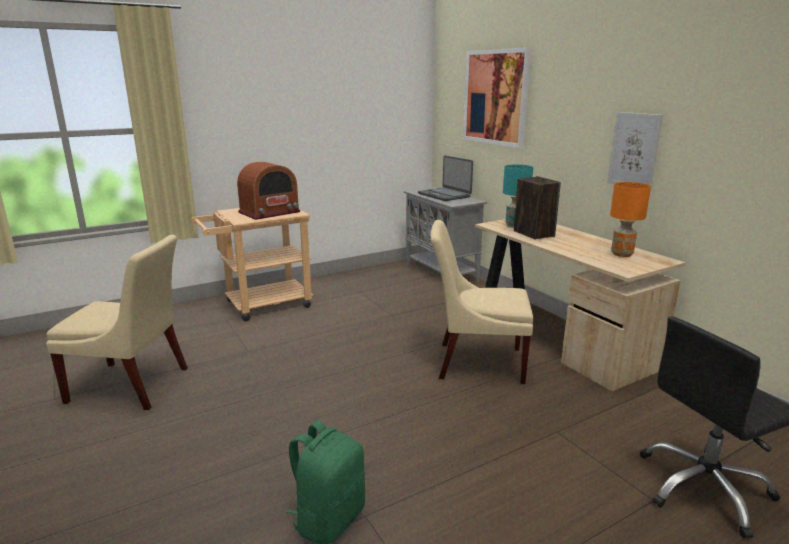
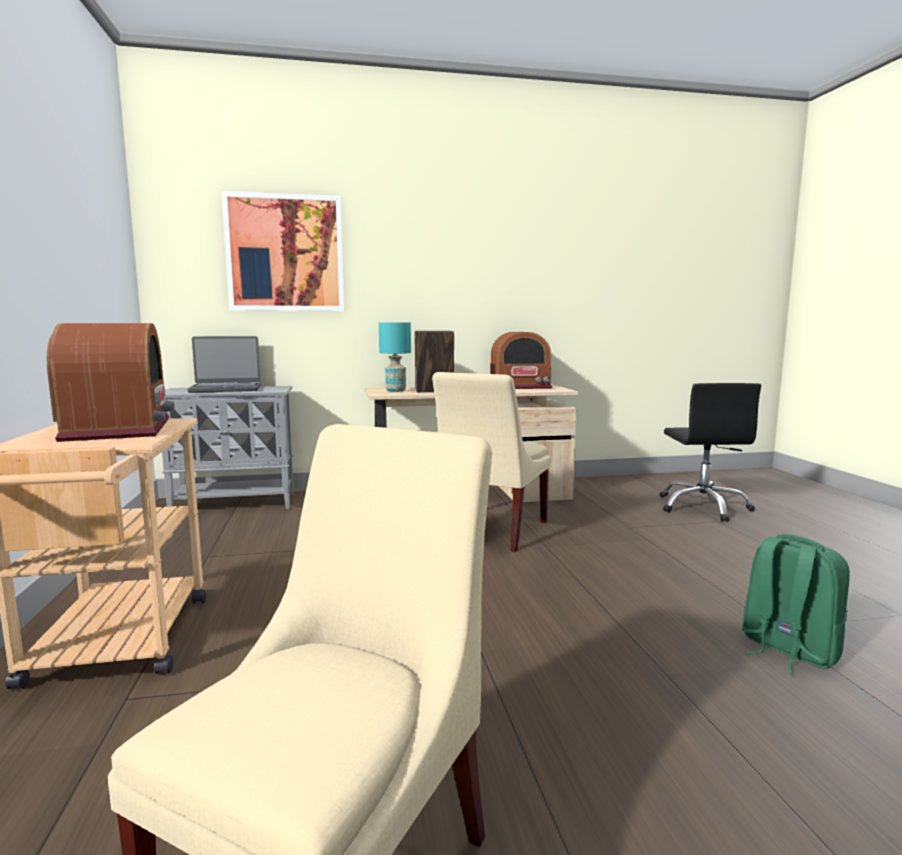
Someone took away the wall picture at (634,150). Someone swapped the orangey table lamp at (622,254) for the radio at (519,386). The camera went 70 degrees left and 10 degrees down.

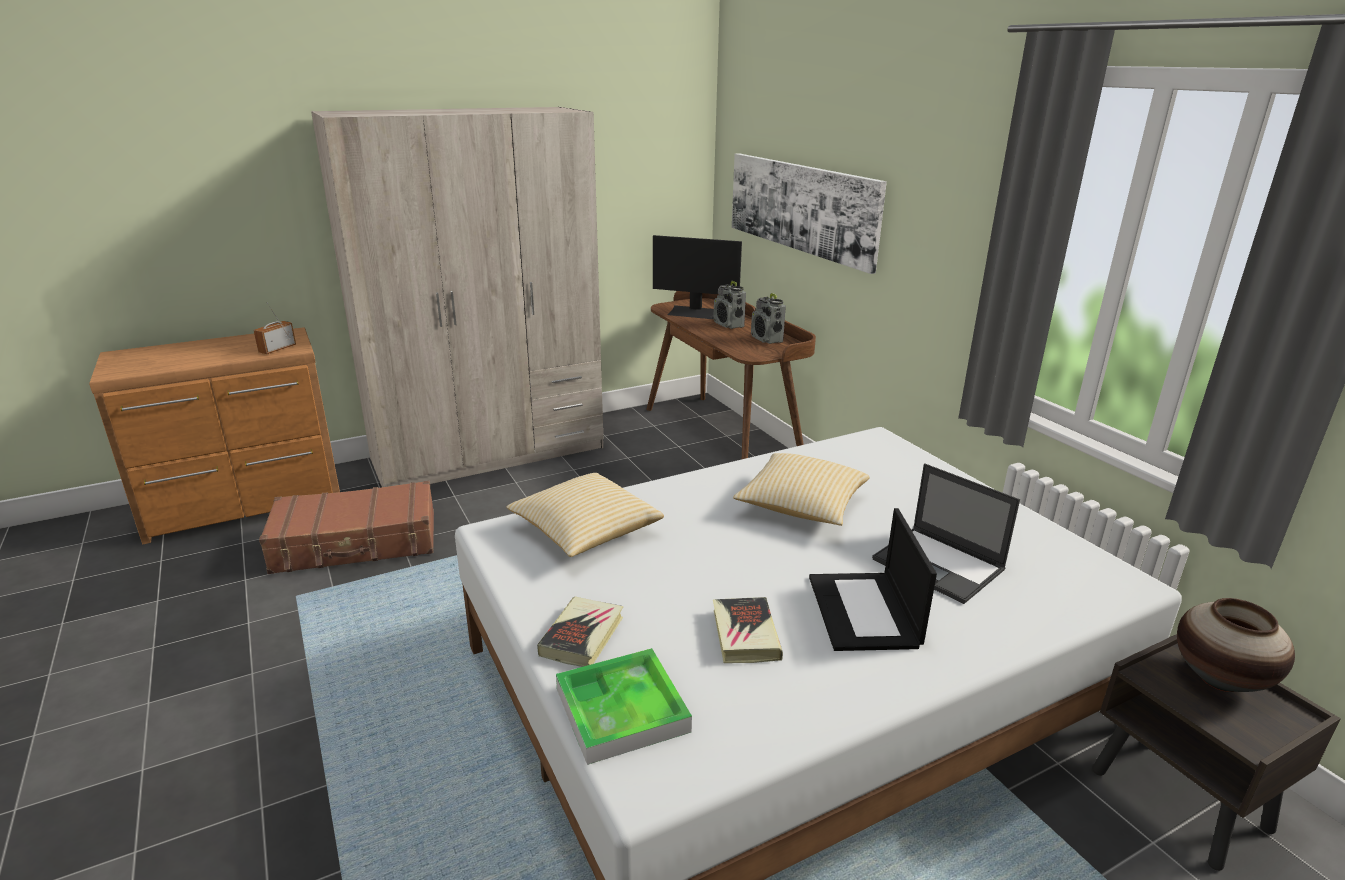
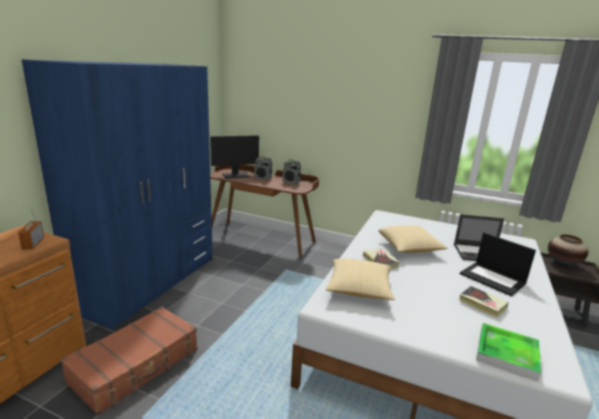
Someone repainted the sand-coloured wardrobe at (489,453), which became the blue-coloured wardrobe at (150,282). Someone took away the wall picture at (801,207). Someone carried the bound book from (582,636) to (380,261). The camera went 40 degrees left and 5 degrees down.

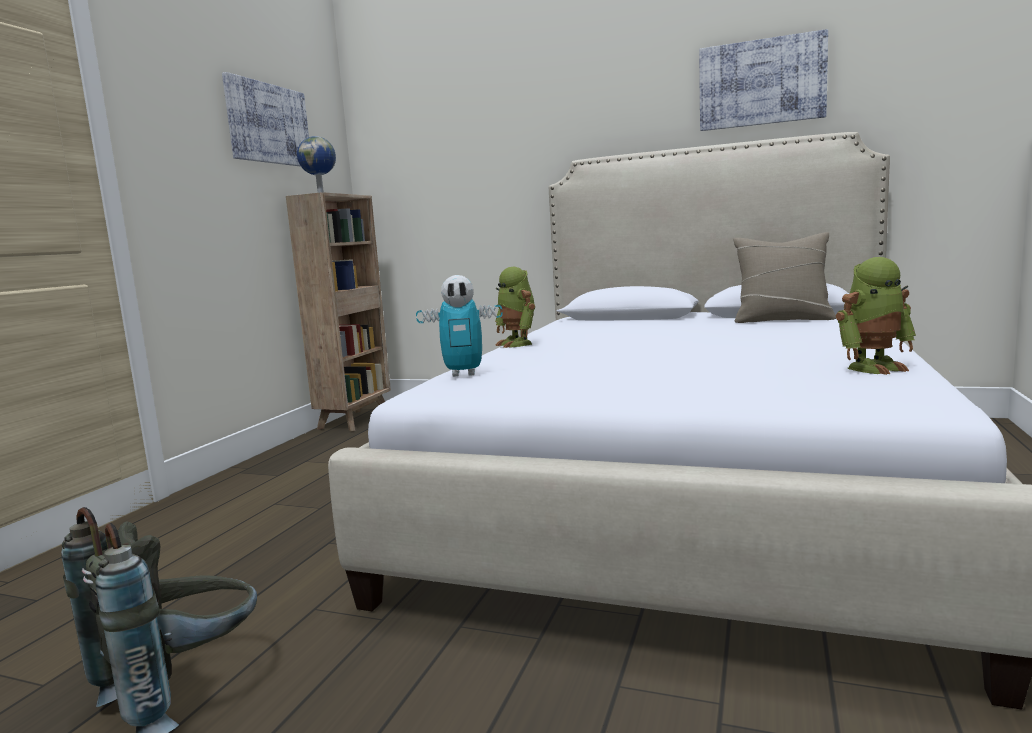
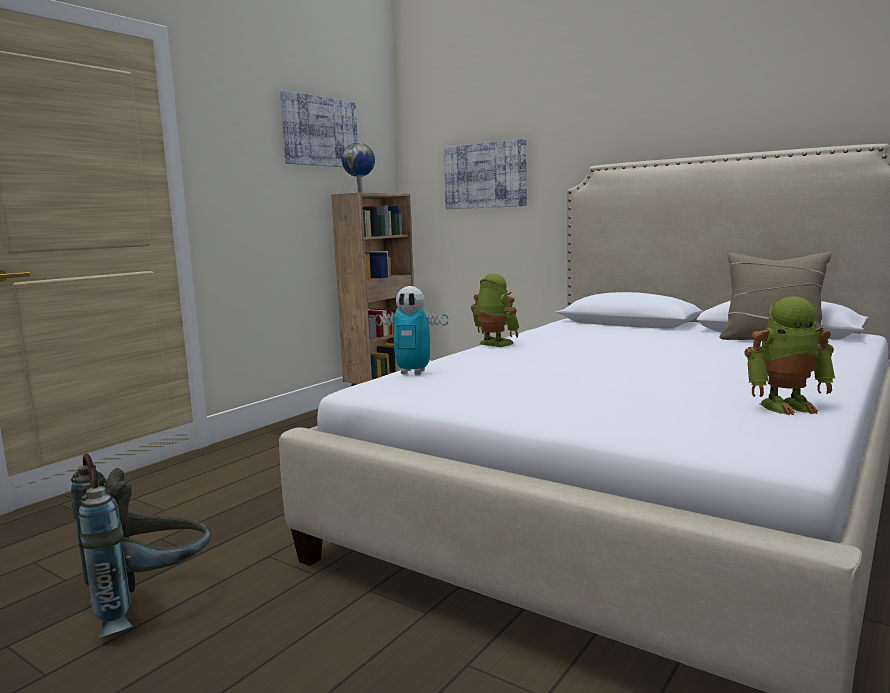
Someone carried the wall picture from (761,83) to (485,175). Someone rotated the robot figure at (518,344) by 150 degrees clockwise. The camera went 15 degrees right and 0 degrees up.

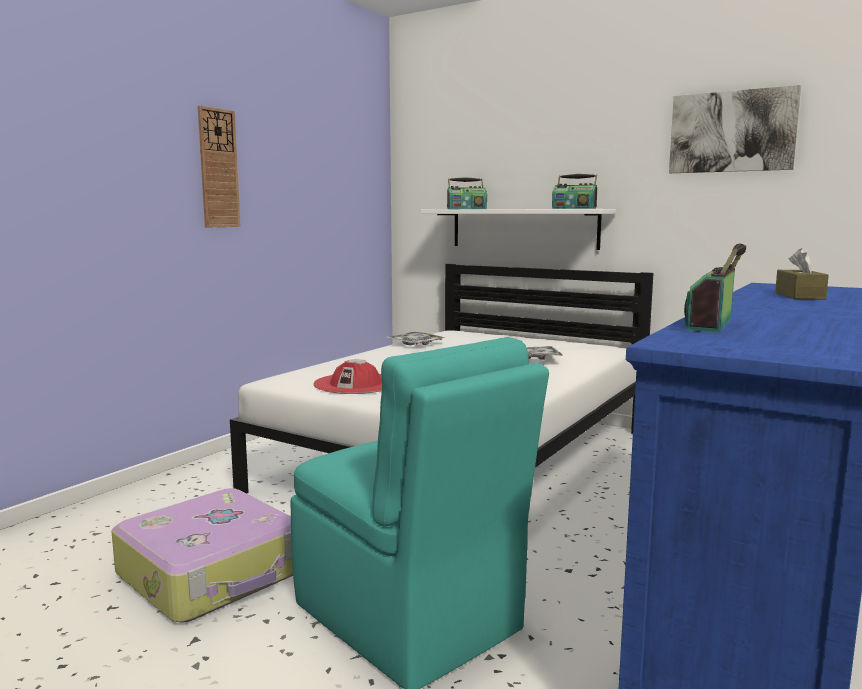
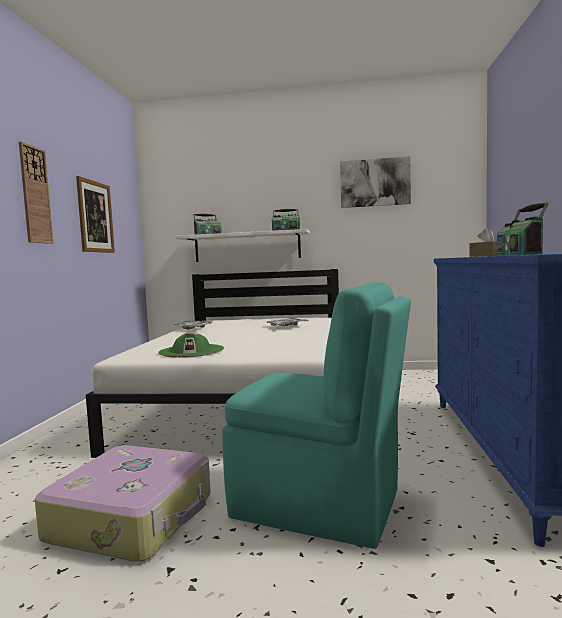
Someone repainted the red wearable hat at (356,384), which became the green-coloured wearable hat at (191,351). Someone put up the wall picture at (95,217). The camera went 25 degrees left and 5 degrees down.

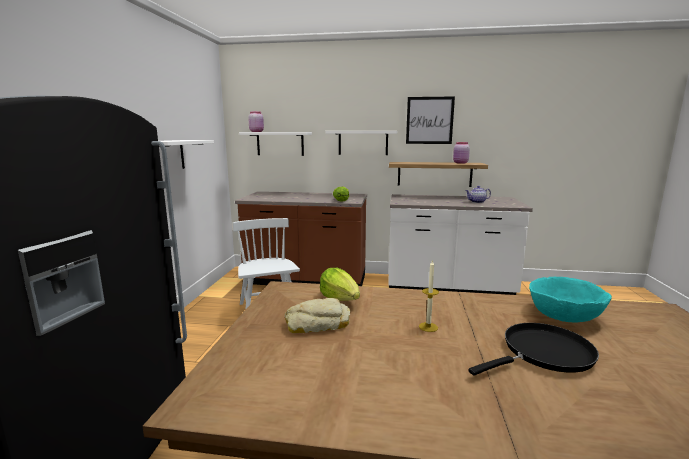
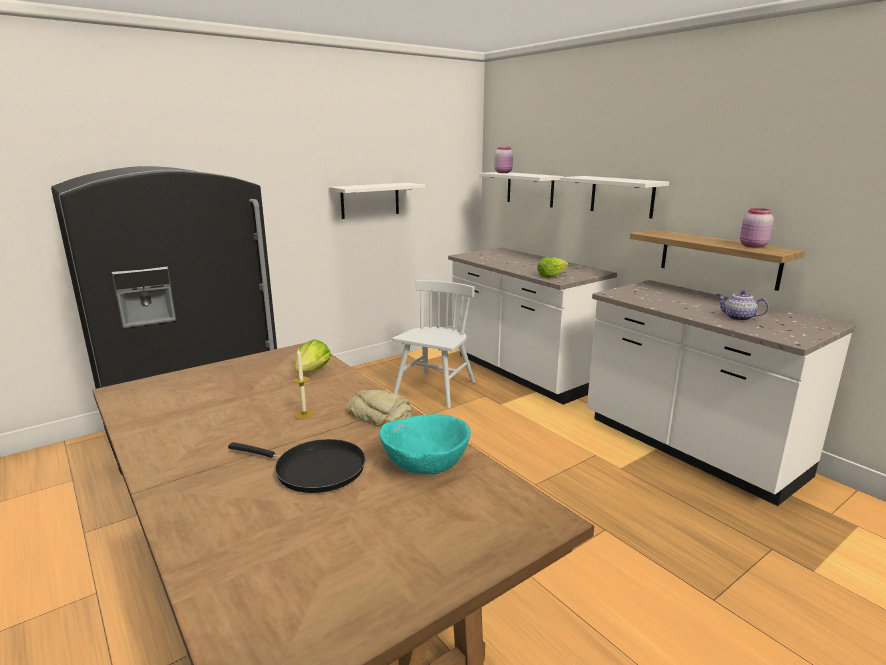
Someone took away the wall picture at (429,120). Someone repainted the brownish counter at (306,281), which became the whitish counter at (521,372). Someone carried the bread from (317,323) to (380,415). The camera went 45 degrees right and 5 degrees up.

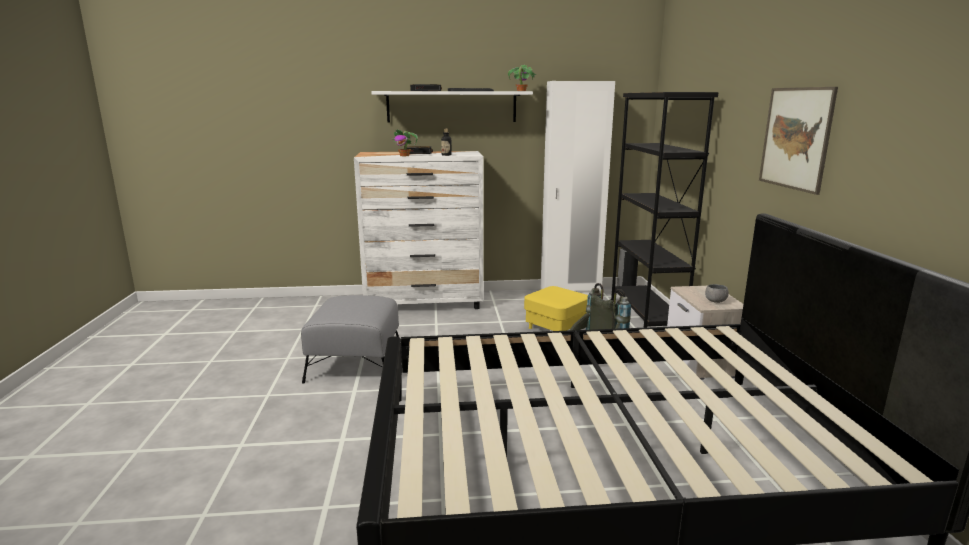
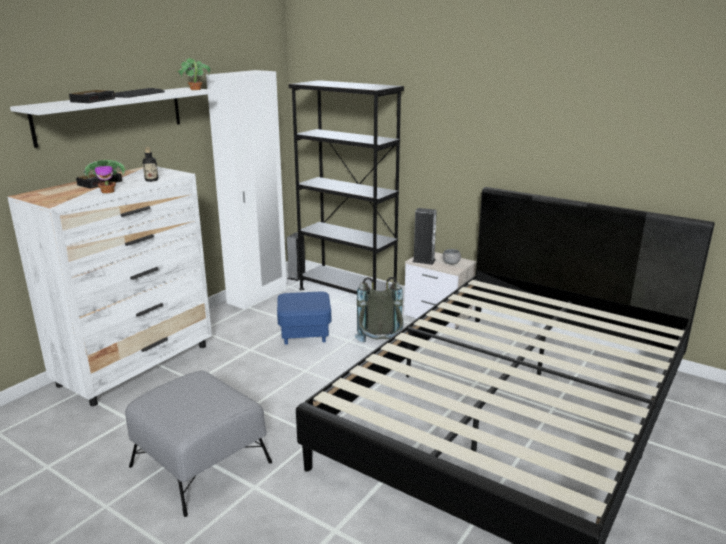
Someone took away the wall picture at (795,138). Someone repainted the yellow ottoman at (555,328), which became the blue-coloured ottoman at (305,333). Someone put down the speaker at (423,261). The camera went 50 degrees left and 5 degrees up.

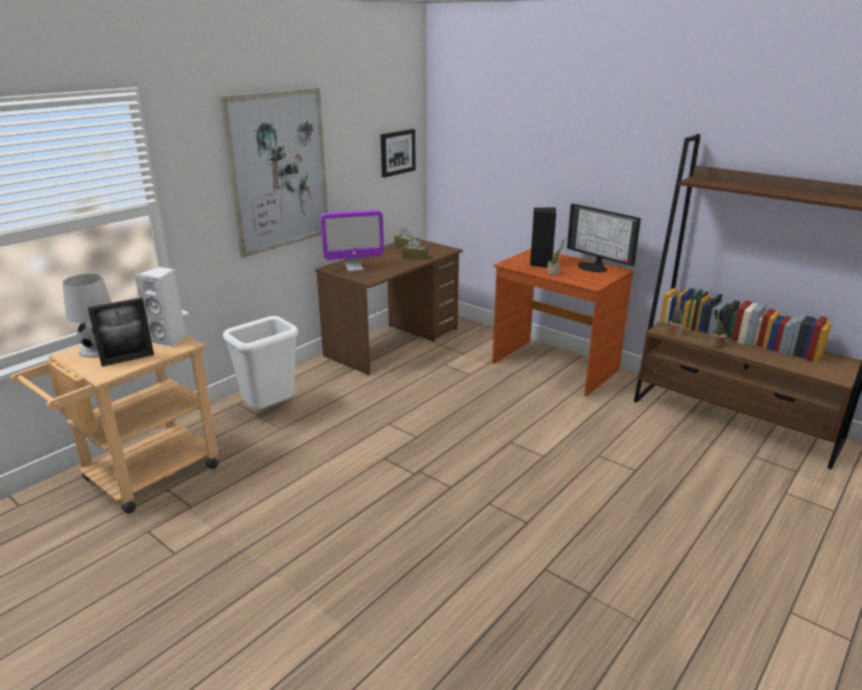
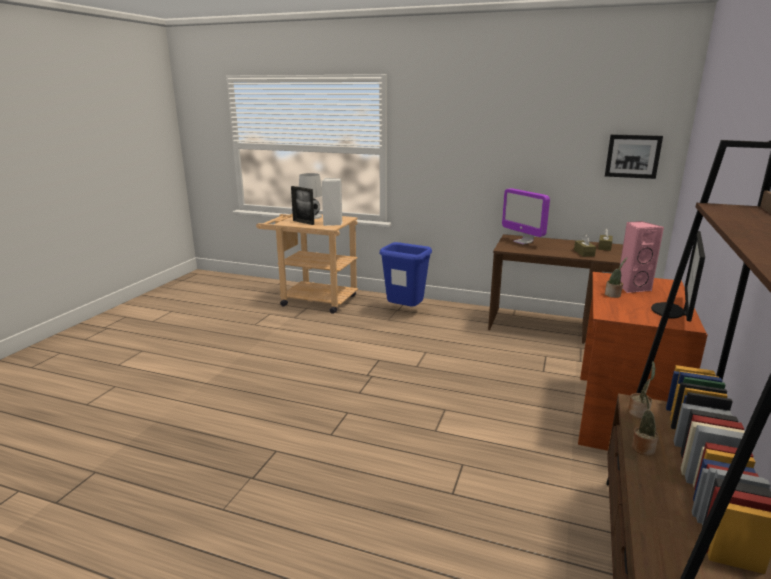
Someone took away the wall picture at (278,171). Someone repainted the blackish speaker at (541,264), which became the pink-coloured speaker at (632,288). Someone repainted the whitish rubbish bin at (270,411), which became the blue-coloured rubbish bin at (405,312). The camera went 70 degrees right and 5 degrees down.

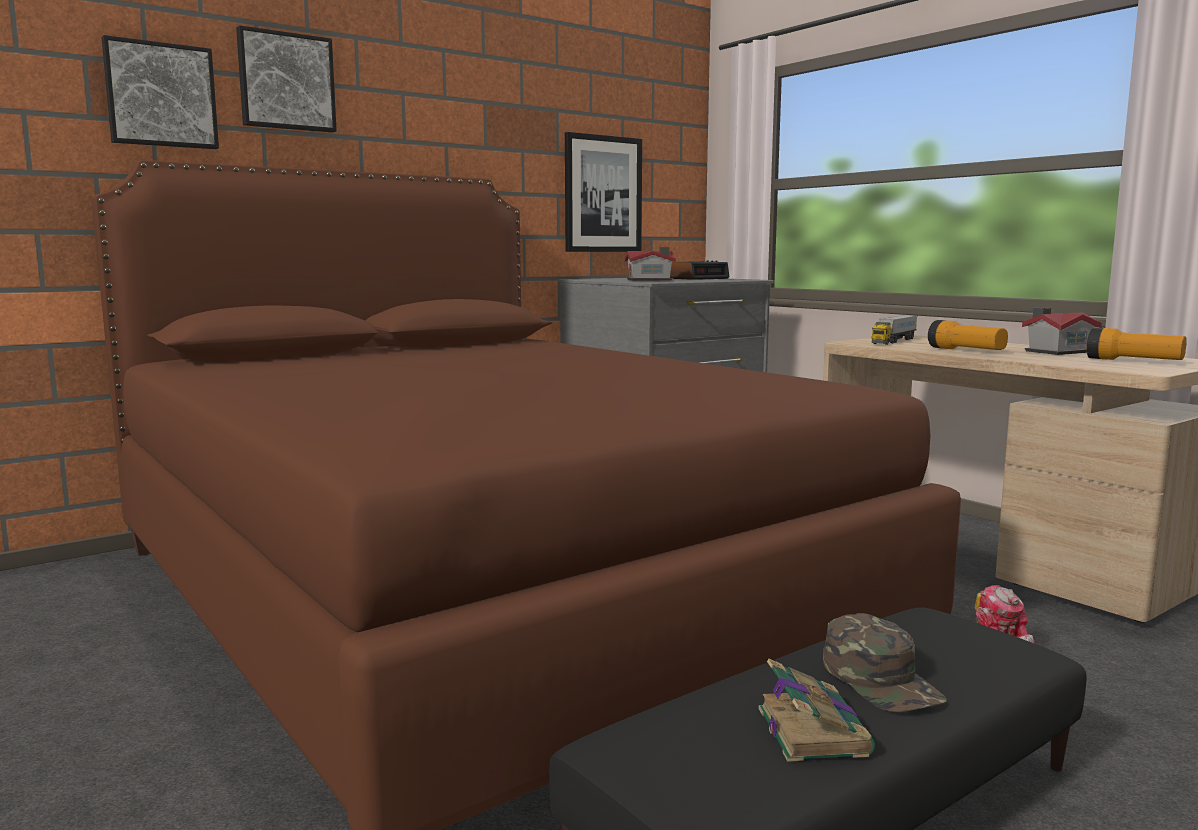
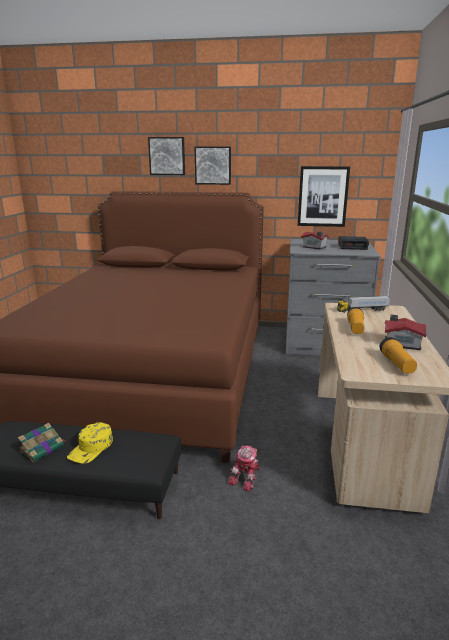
Someone carried the wall picture from (161,95) to (213,165). Someone repainted the green-coloured peaked cap at (881,680), which became the yellow peaked cap at (91,448). The camera went 45 degrees right and 10 degrees up.

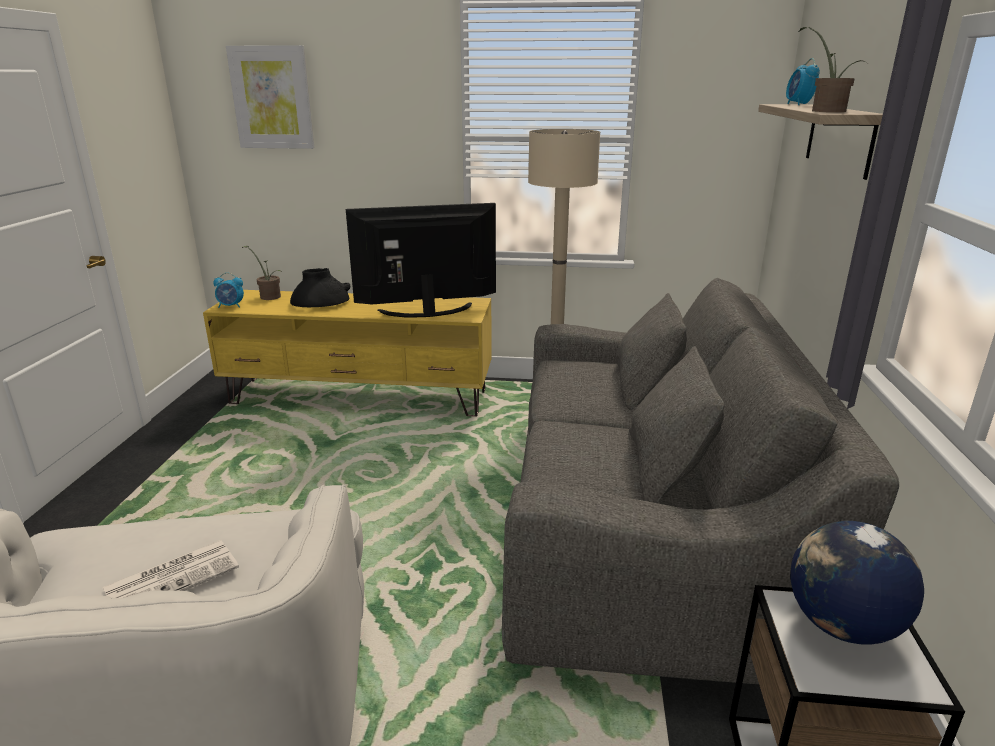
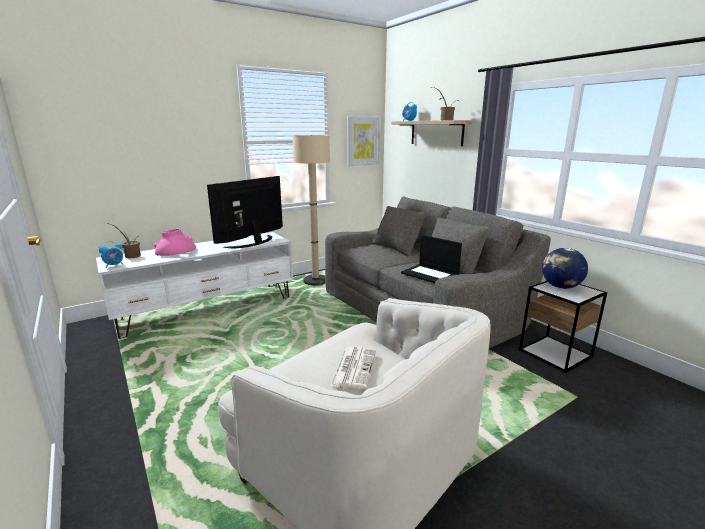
Someone carried the wall picture from (272,98) to (362,141). Someone repainted the blackish vase at (320,301), which became the pink-coloured vase at (175,251). Someone repainted the yellow tv unit at (360,397), which became the whitish tv unit at (208,309). Someone put down the portable computer at (430,274). The camera went 40 degrees left and 5 degrees down.

